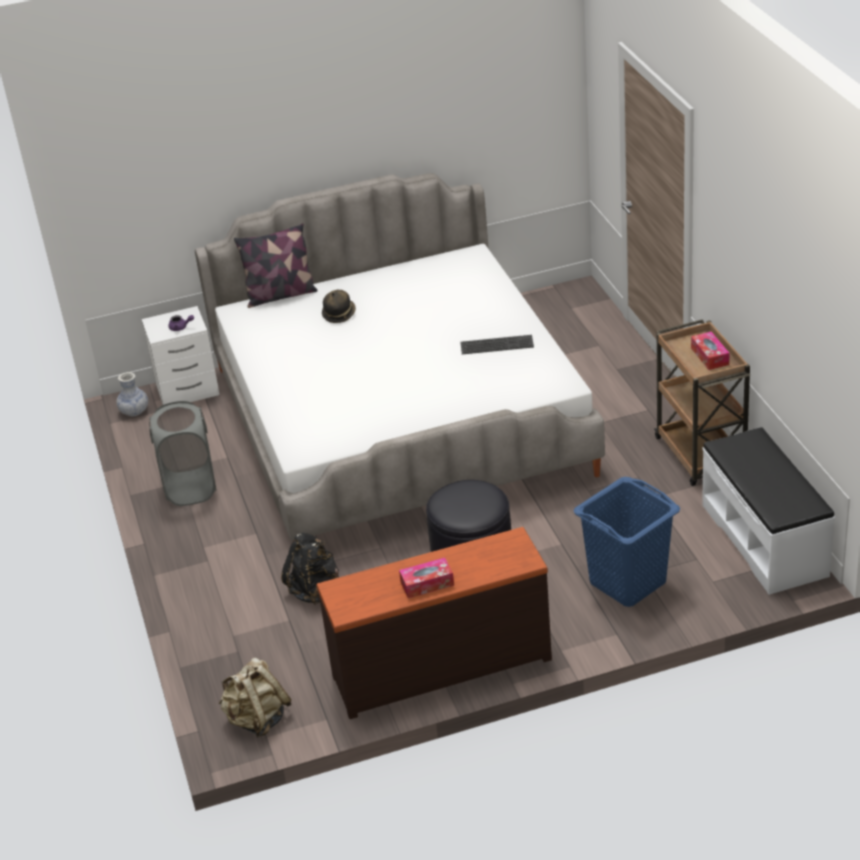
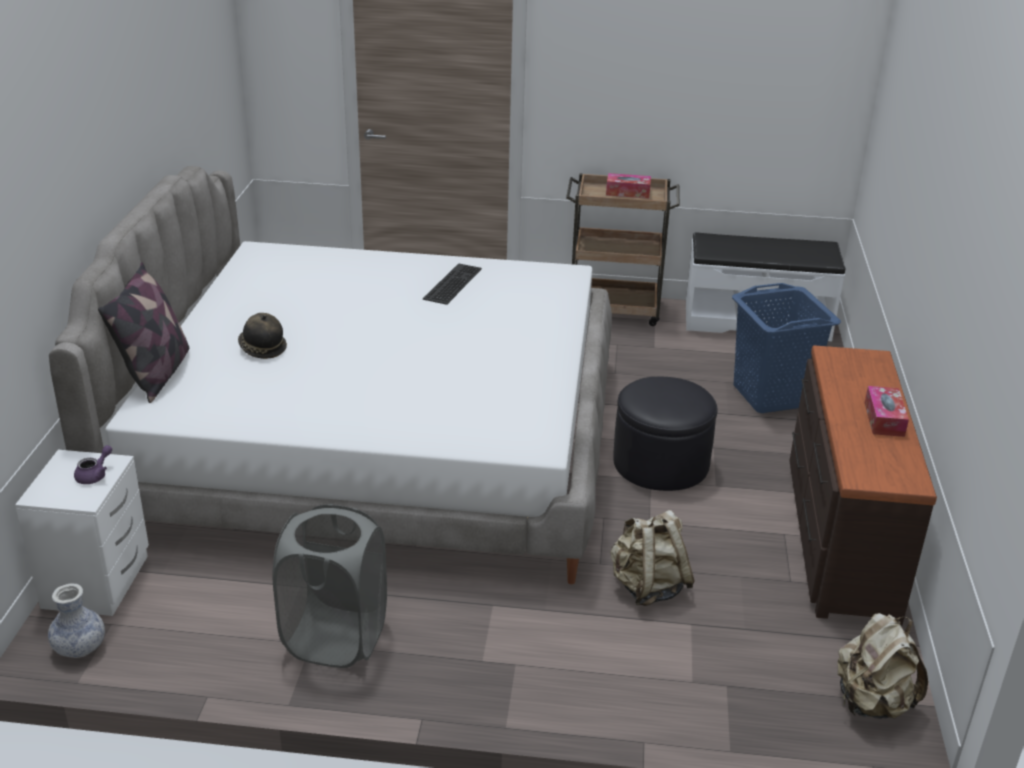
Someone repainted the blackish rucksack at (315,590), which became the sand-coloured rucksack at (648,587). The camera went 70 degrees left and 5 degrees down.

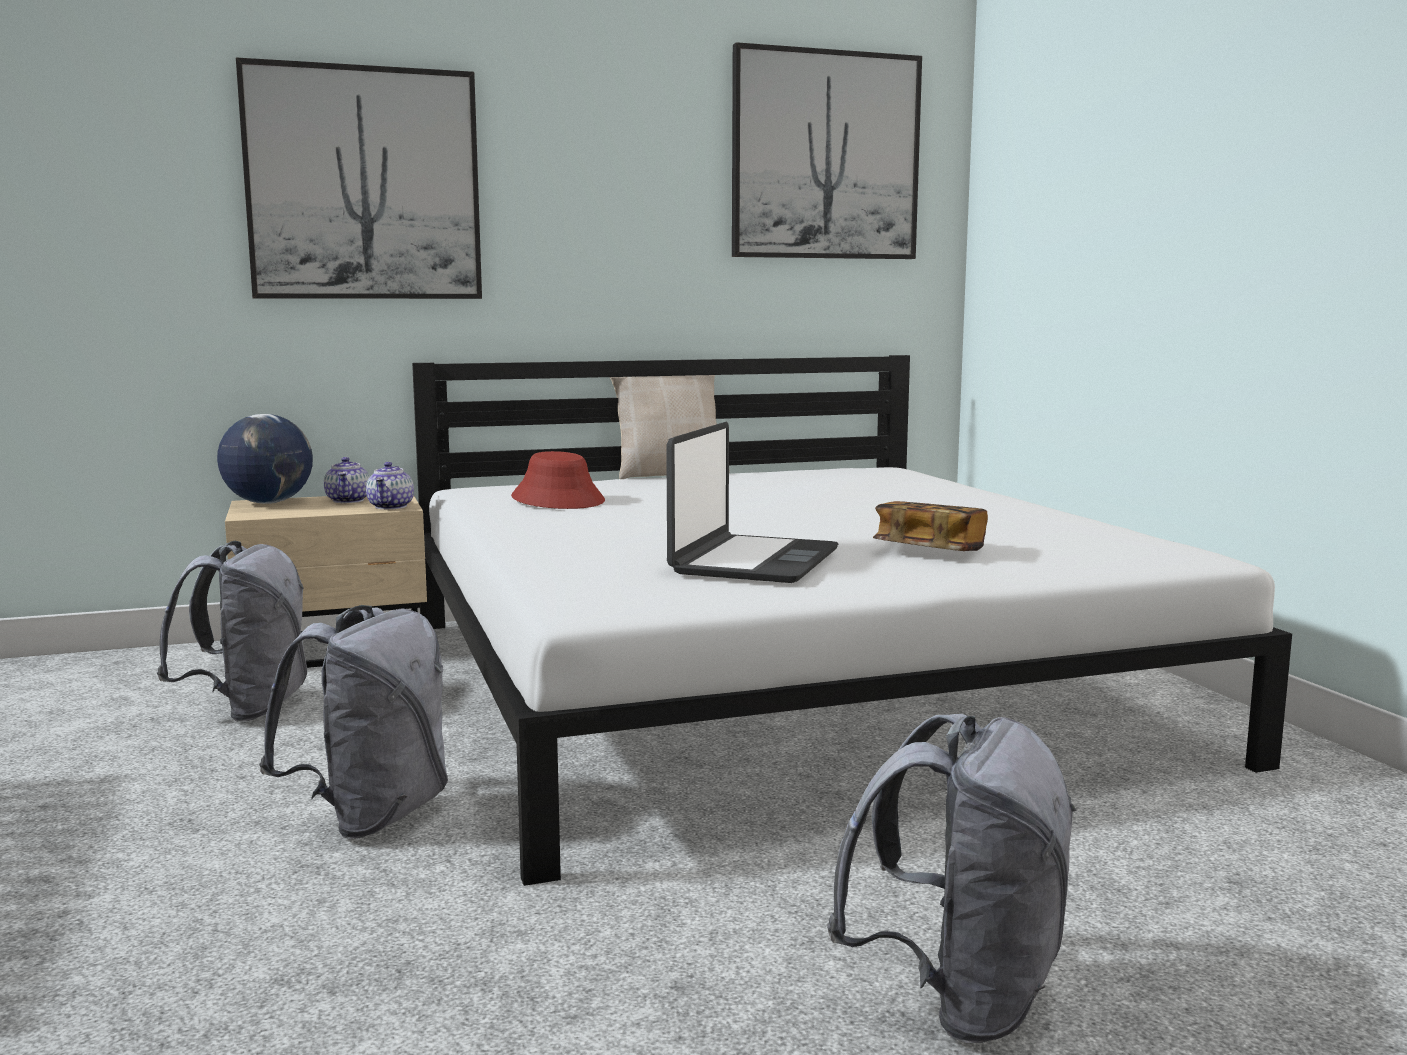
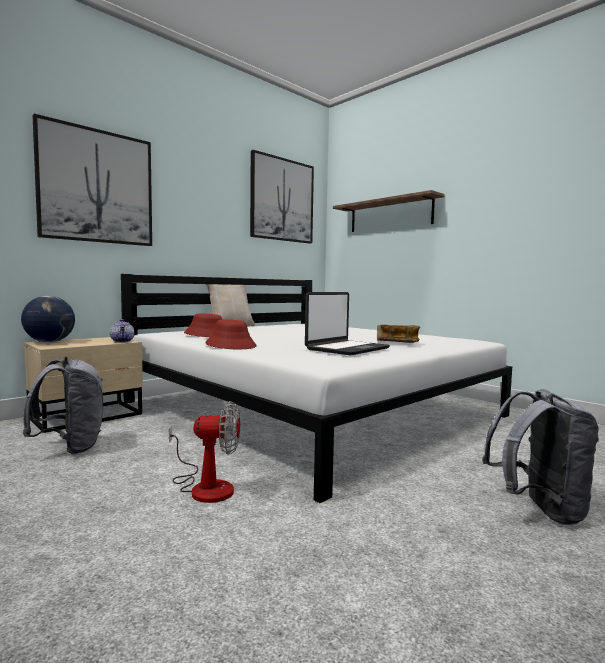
Someone rotated the portable computer at (753,561) by 45 degrees clockwise. Someone took away the tea pot at (349,500). Someone swapped the grey rucksack at (372,816) for the electric fan at (205,486). Someone put up the wall shelf at (390,215). Someone put down the red wearable hat at (231,345). The camera went 25 degrees left and 5 degrees down.

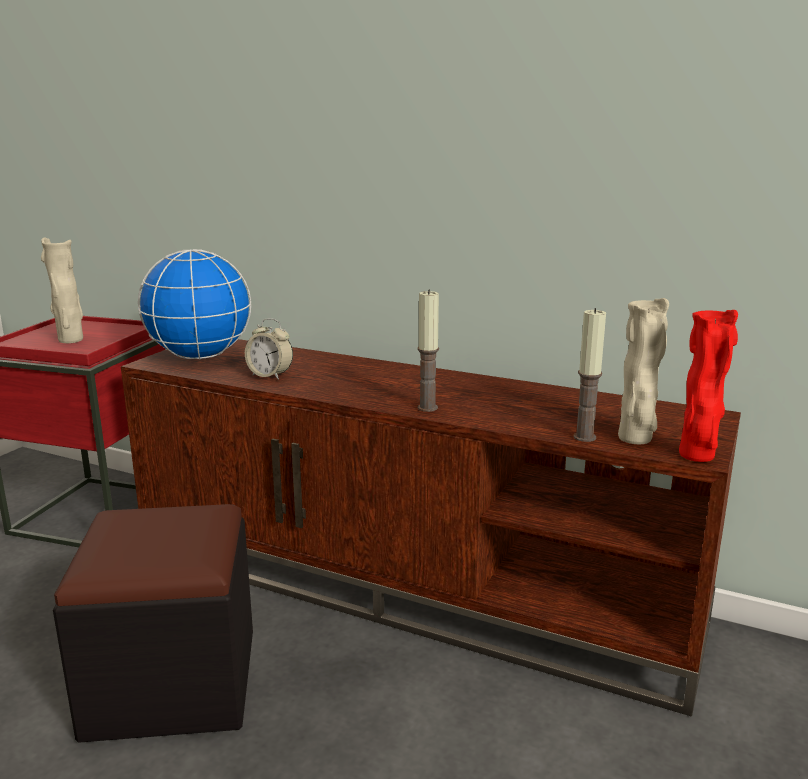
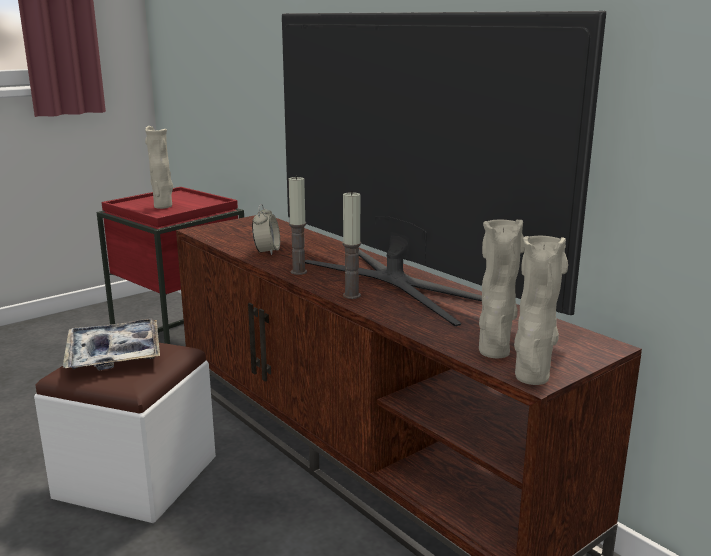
Someone took away the globe at (199,357). Someone carried the wax candle from (584,437) to (298,272). Someone repainted the red vase at (697,457), which became the sand-coloured vase at (531,379). Someone rotated the table clock at (270,375) by 135 degrees counterclockwise. Someone repainted the blackish ottoman at (172,683), which became the whitish ottoman at (136,477). Someone put down the TV at (400,282). Someone put down the tray at (114,354). The camera went 25 degrees right and 0 degrees up.

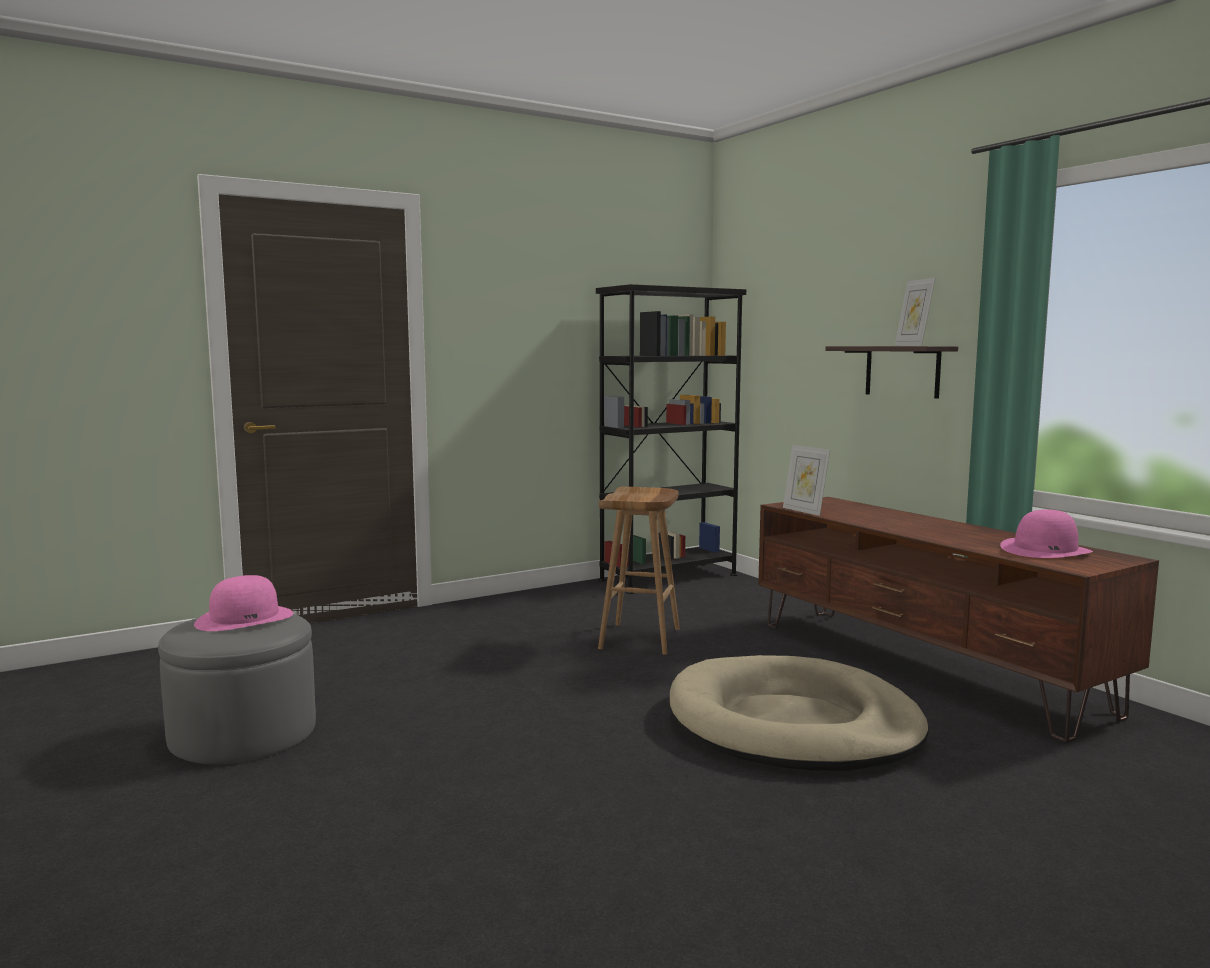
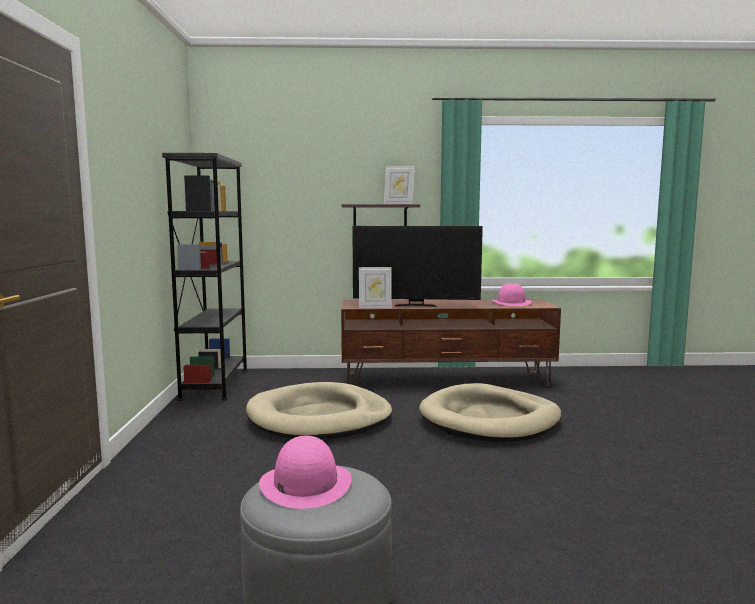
Someone swapped the brownish sitting stool at (640,639) for the sand-coloured dog cushion at (319,418). Someone put down the TV at (416,305). The camera went 60 degrees left and 0 degrees up.

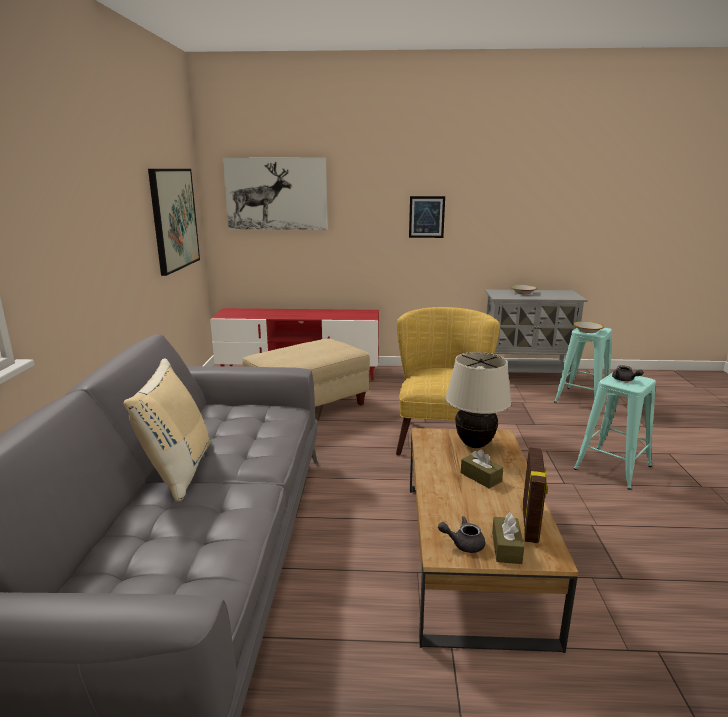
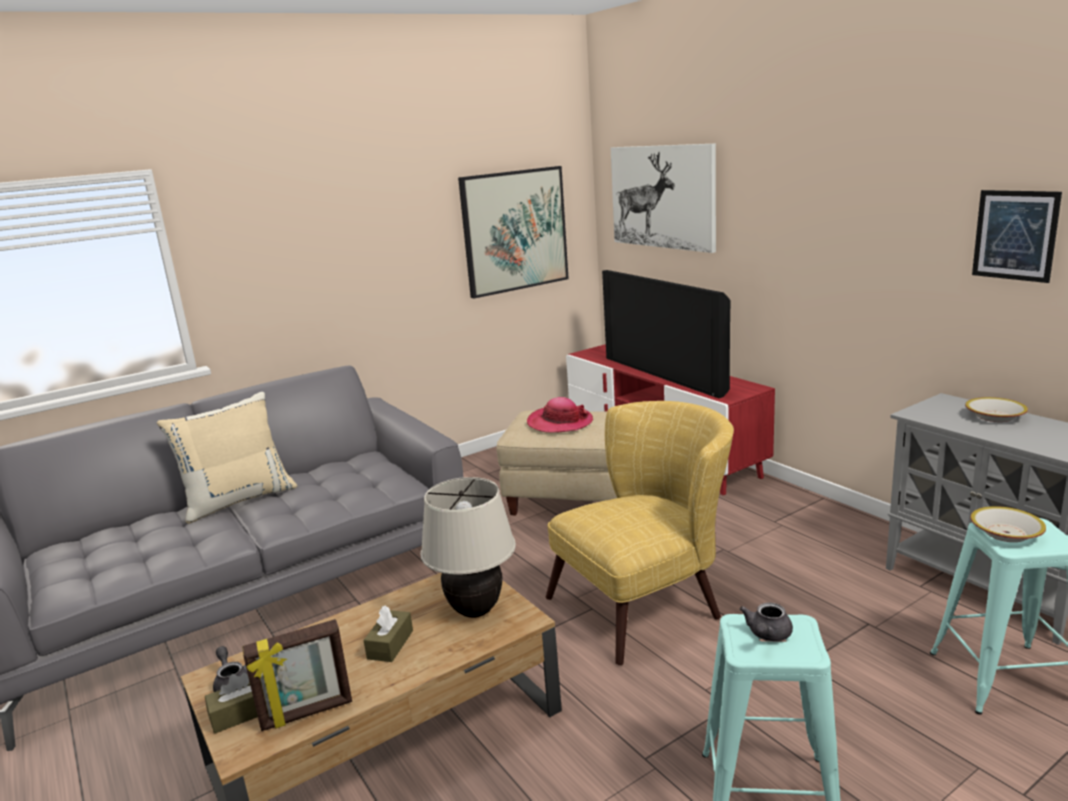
Someone carried the wall picture from (426,217) to (1015,235). Someone put down the TV at (666,374). Someone put down the wearable hat at (560,422). The camera went 55 degrees right and 0 degrees up.

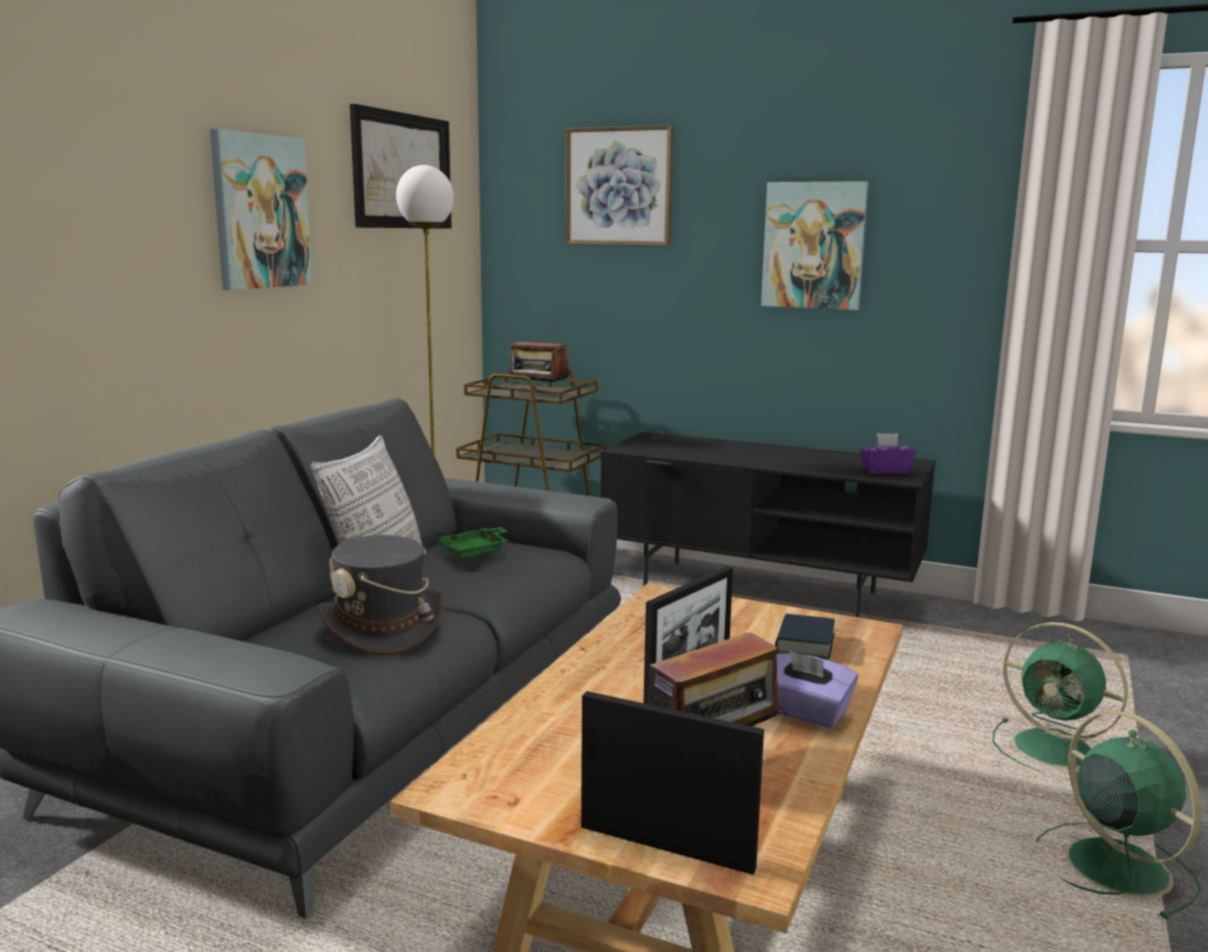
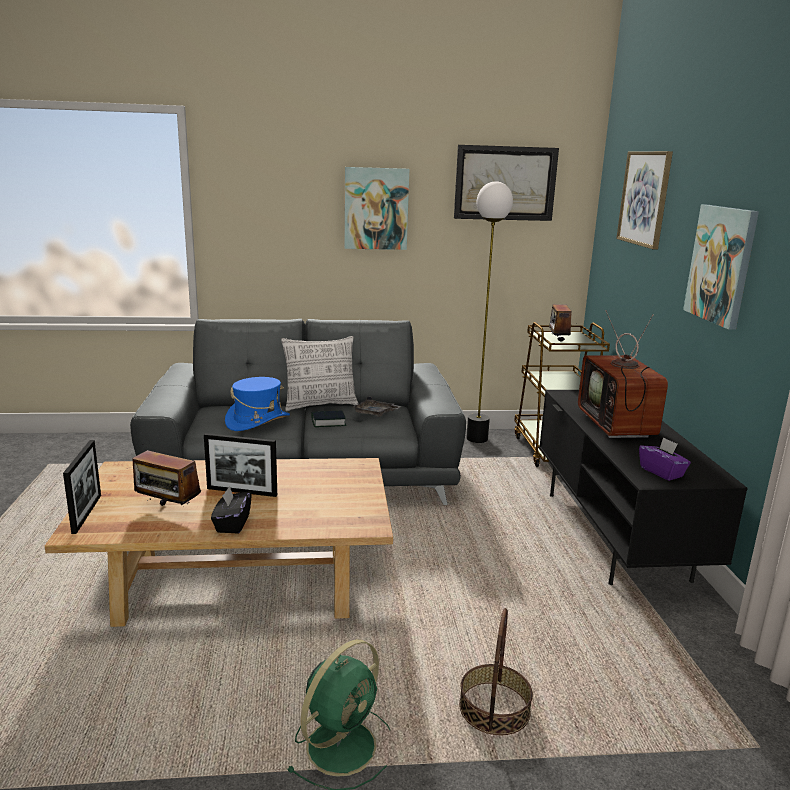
Someone repainted the green-coloured tray at (475,552), which became the grey tray at (375,413). Someone repainted the grey wearable hat at (382,628), which became the blue-coloured wearable hat at (258,421). Someone carried the bound book from (804,644) to (328,422). Someone swapped the green-coloured electric fan at (1057,750) for the storage basket at (494,708). Someone repainted the purplish box of tissues at (805,713), which became the blackish box of tissues at (232,524). Someone put down the TV at (620,427). The camera went 60 degrees right and 5 degrees up.

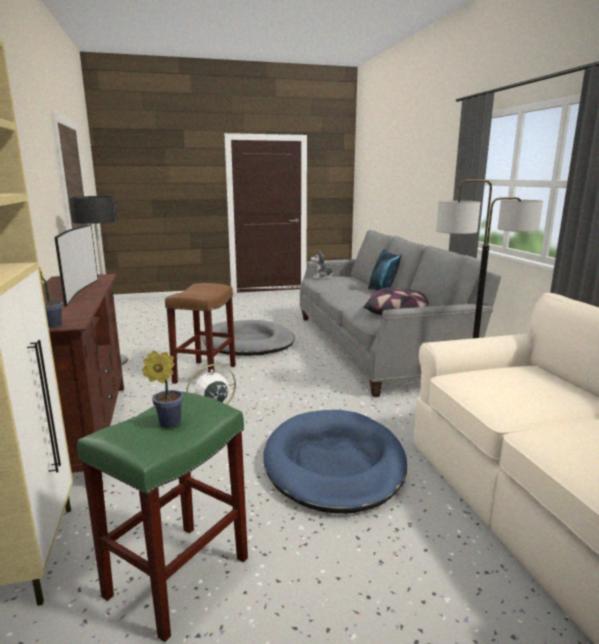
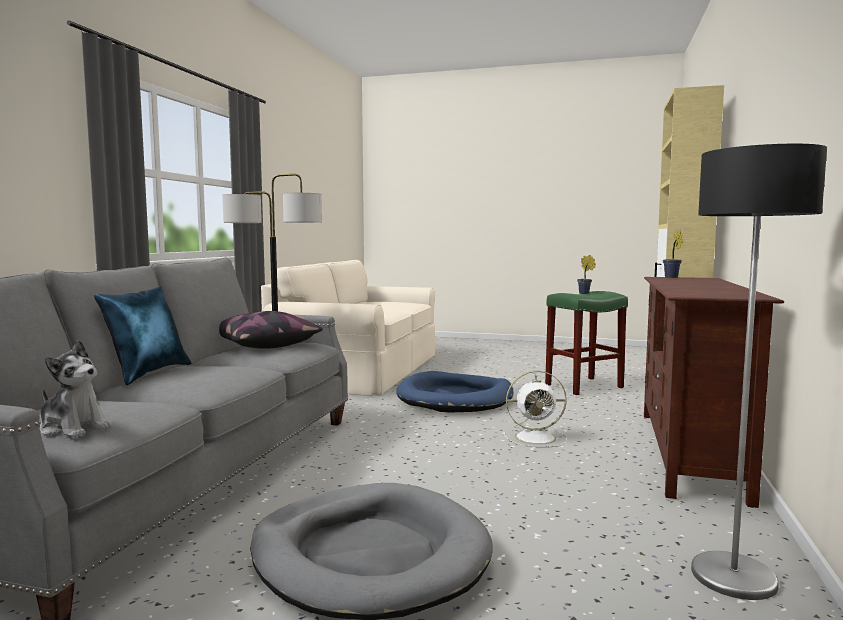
Someone took away the TV at (78,292). Someone took away the brownish sitting stool at (205,373). The camera went 150 degrees left and 10 degrees down.

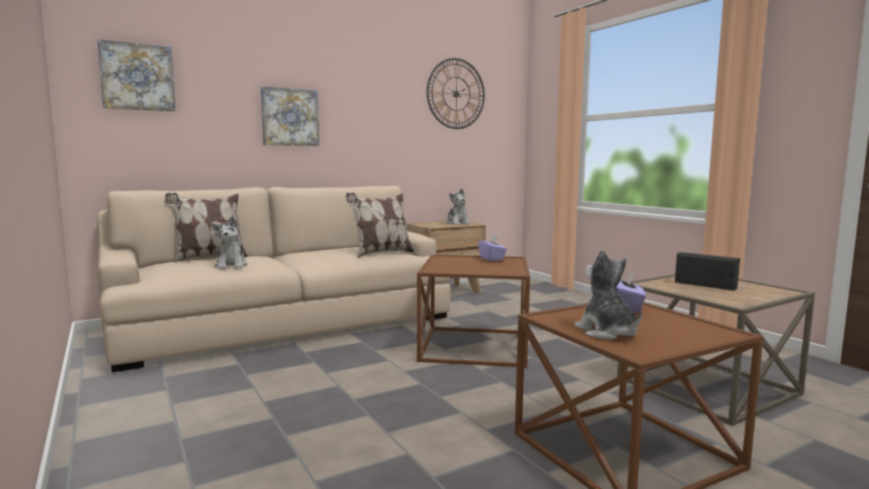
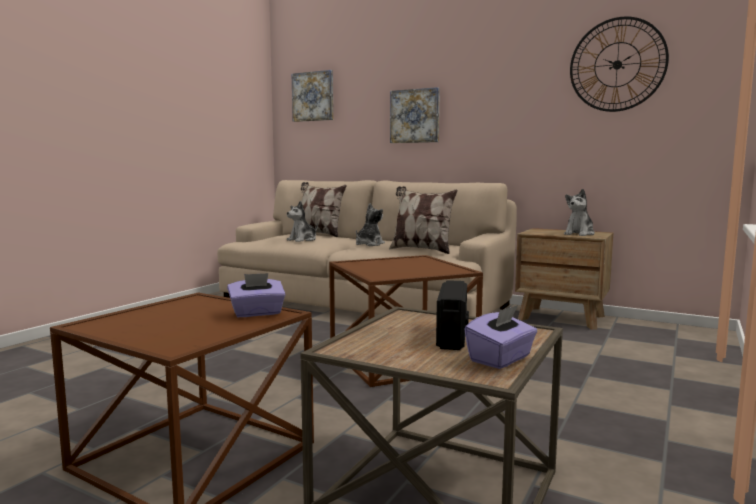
Someone carried the purplish box of tissues from (492,258) to (501,359). Someone carried the soft toy from (607,332) to (369,244). The camera went 60 degrees right and 0 degrees up.

